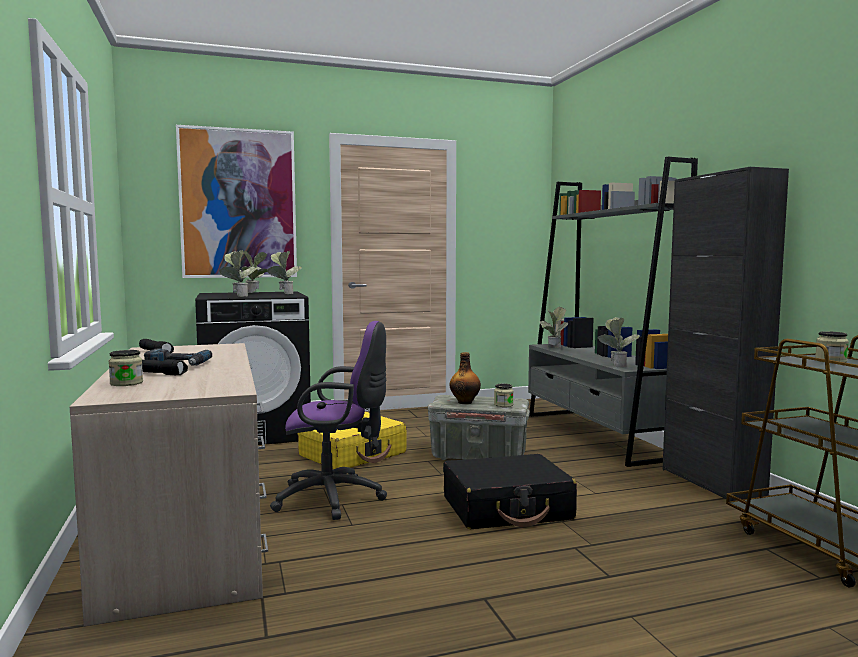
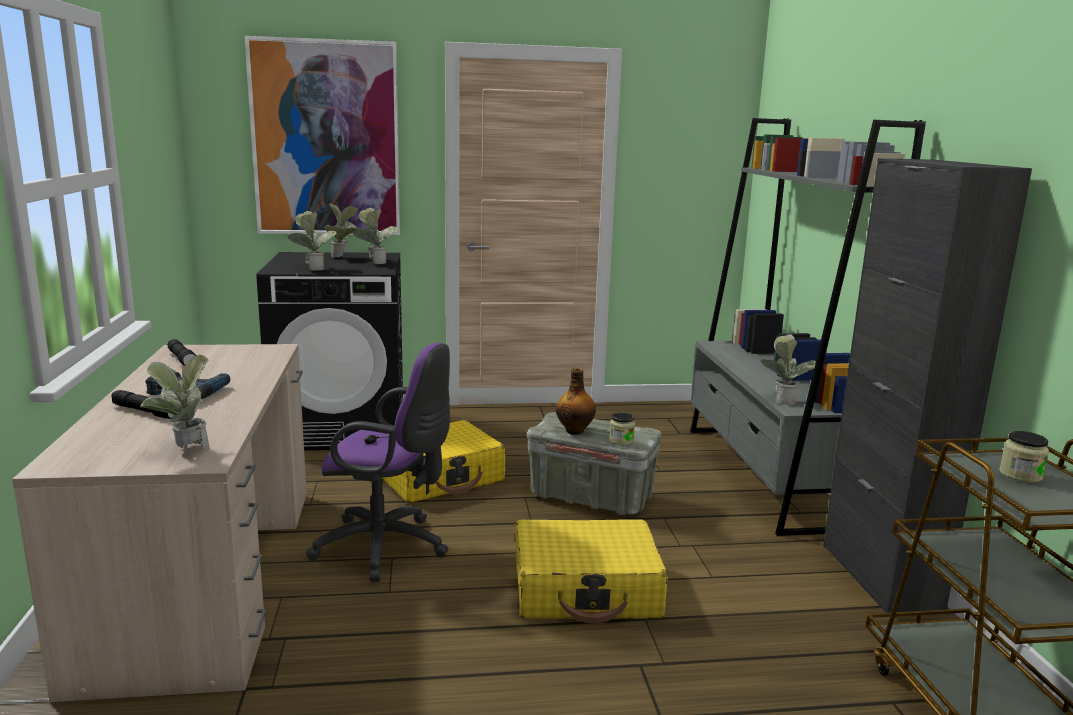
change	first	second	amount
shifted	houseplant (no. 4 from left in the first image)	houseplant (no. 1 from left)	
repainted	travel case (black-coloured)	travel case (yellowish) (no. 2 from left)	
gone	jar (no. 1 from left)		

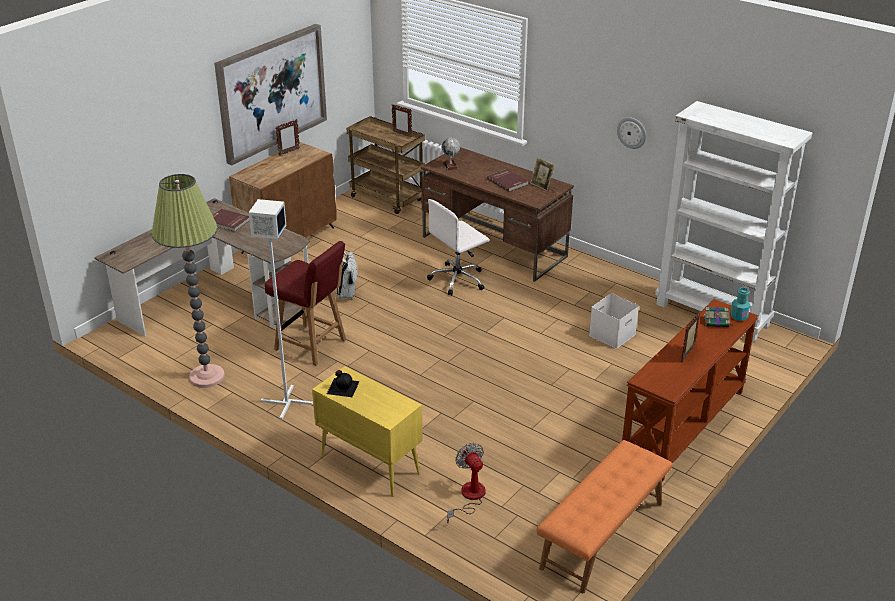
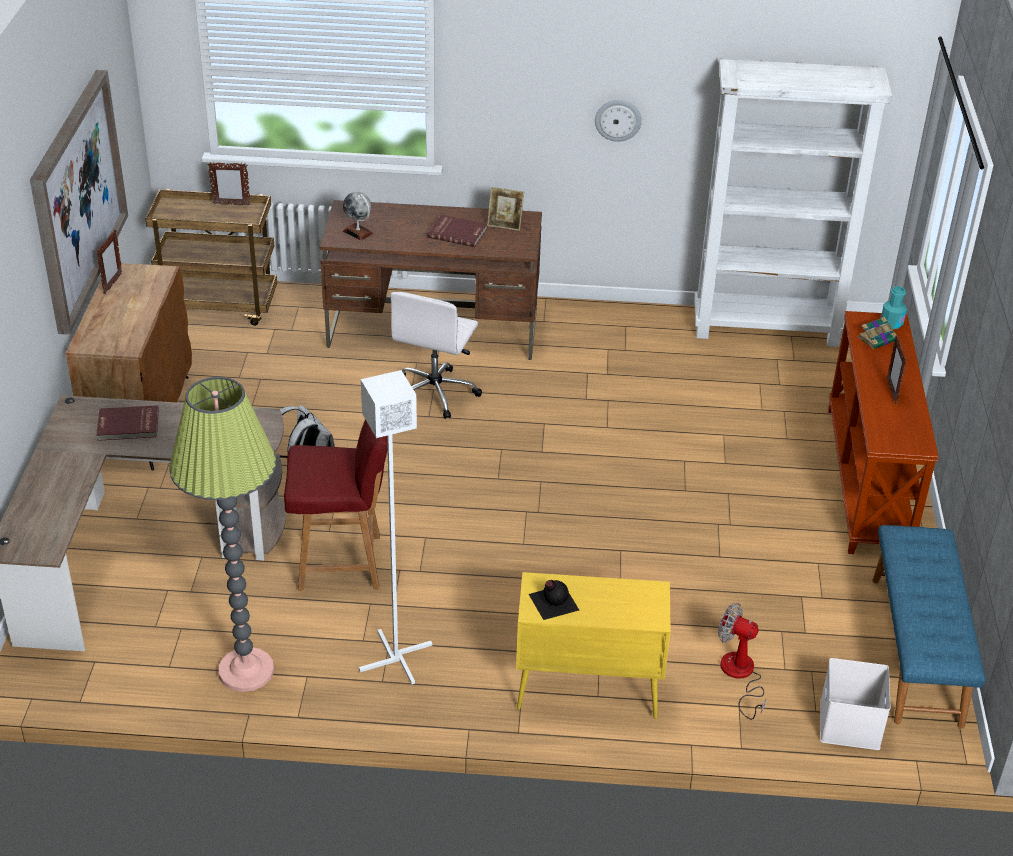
change	first	second	amount
shifted	storage box (white)		
repainted	indoor bench (orange-coloured)	indoor bench (blue)	

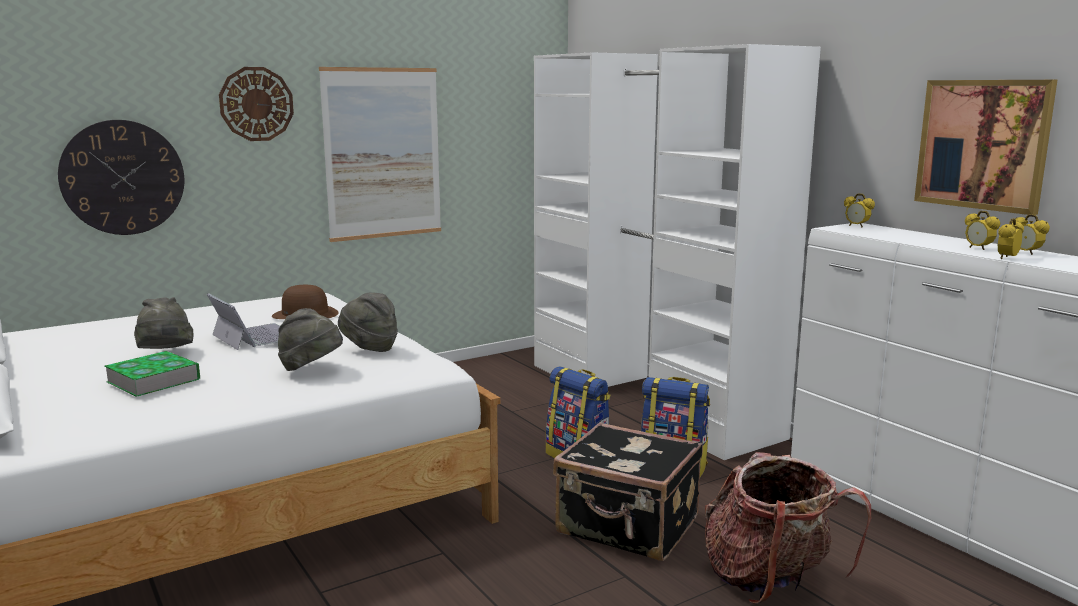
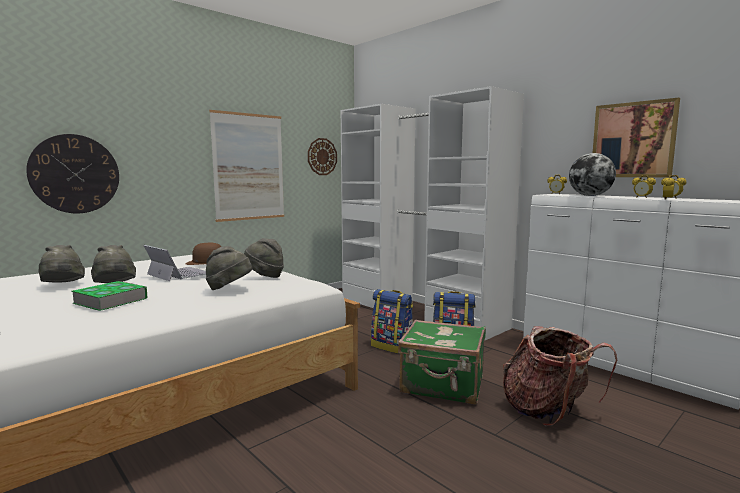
change	first	second	amount
new		wearable hat (grey) (no. 1 from left)	
shifted	hanging clock (no. 2 from left)		
repainted	travel case (black-coloured)	travel case (green)	
new		desk globe	

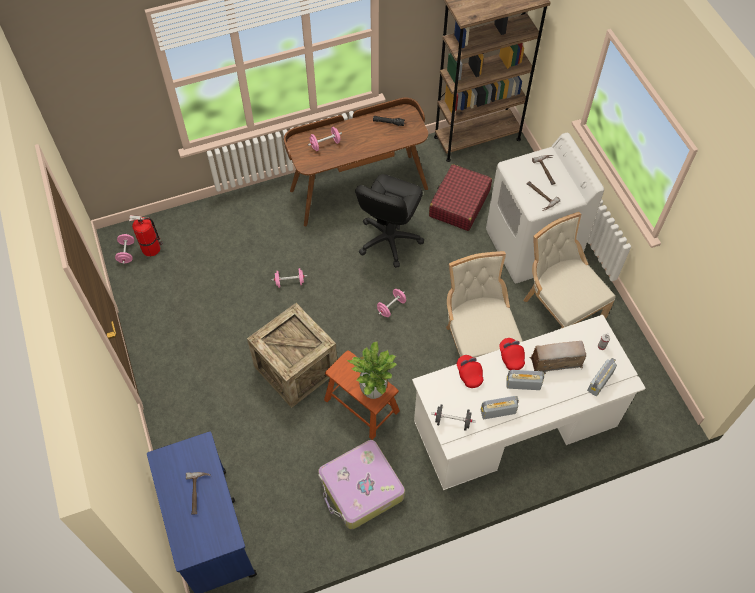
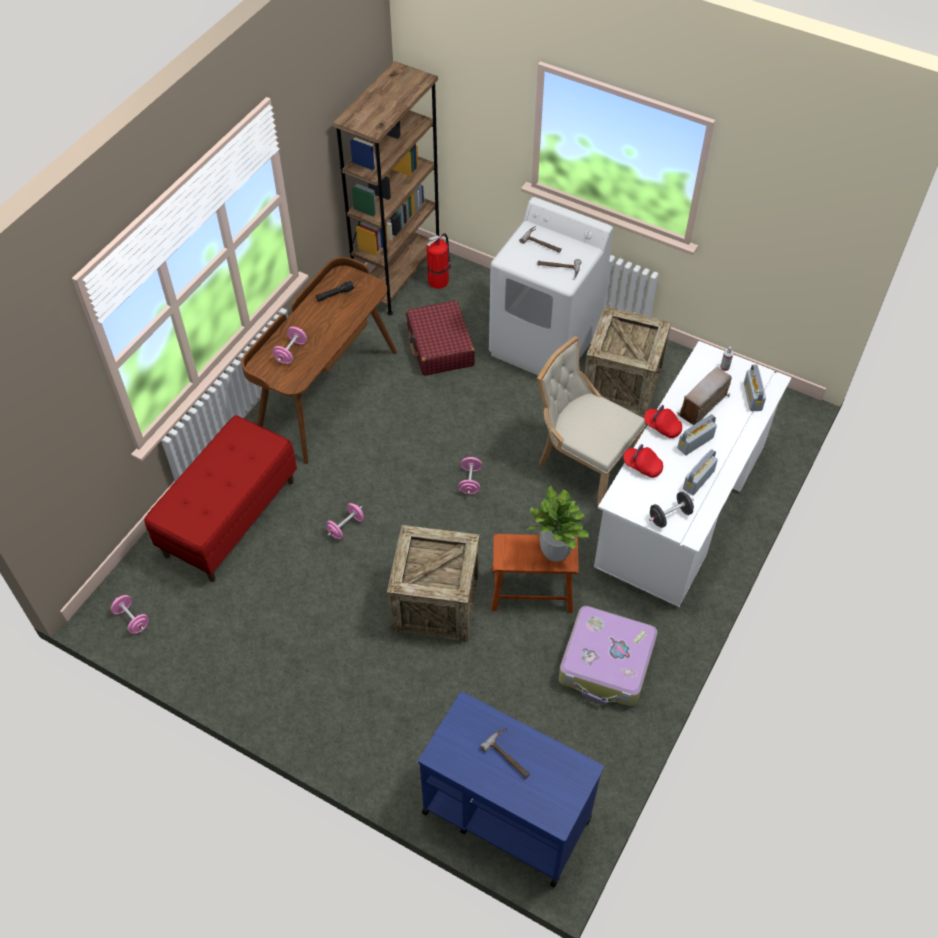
change	first	second	amount
new		indoor bench (red-coloured)	
shifted	fire-fighting cylinder		
swapped	plain chair (sand-coloured) (no. 2 from left)	shipping crate (no. 2 from left)	
gone	office chair (black-coloured)		

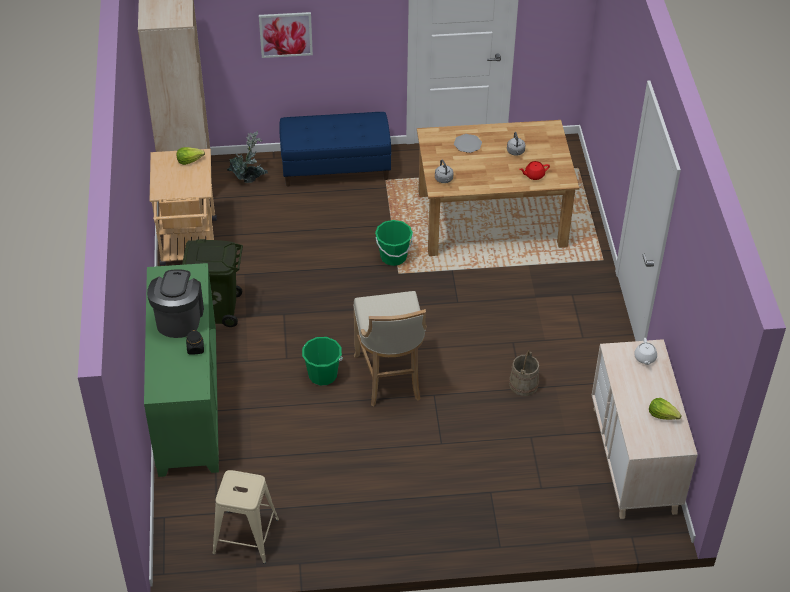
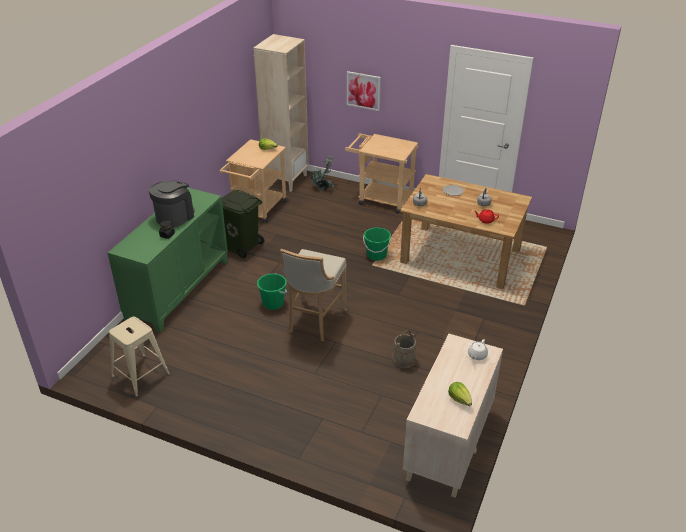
change	first	second	amount
swapped	indoor bench (blue)	cart (sand-coloured) (no. 2 from left)	

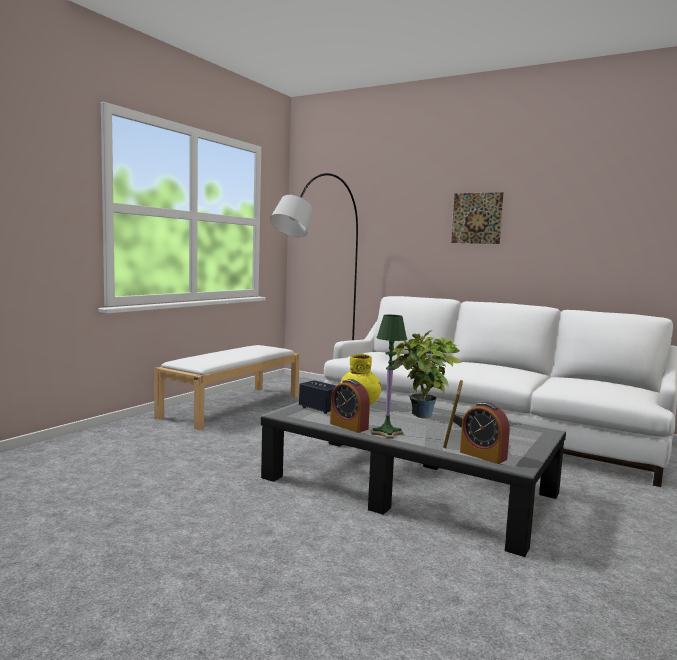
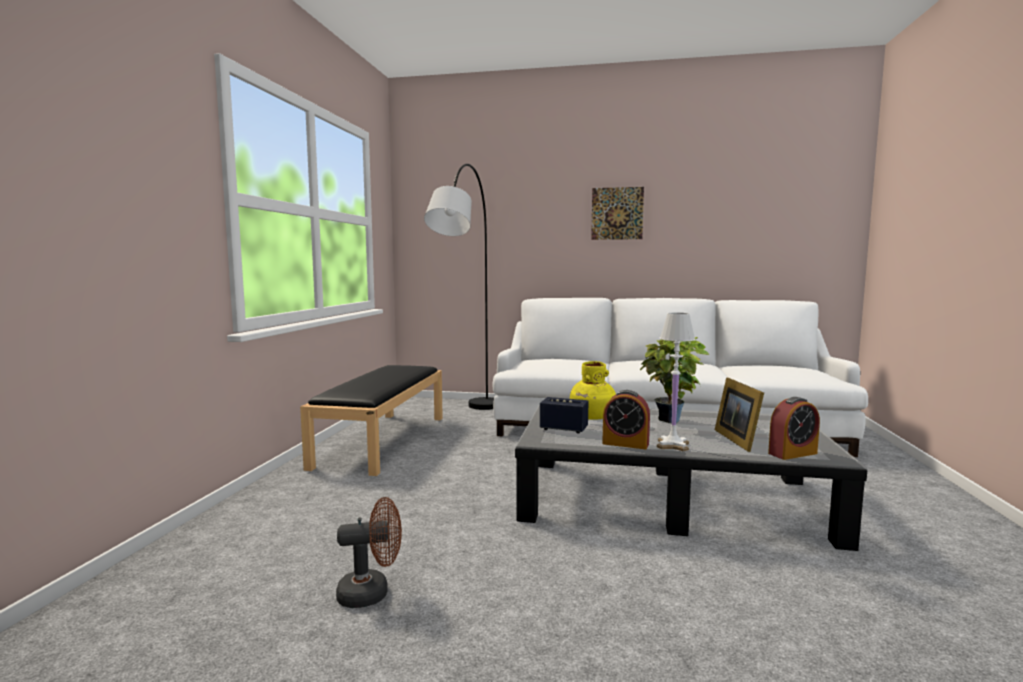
change	first	second	amount
repainted	indoor bench (white)	indoor bench (black-coloured)	
new		fan (brownish)	
repainted	tabletop lamp (green)	tabletop lamp (white)	
rotated	table clock (no. 2 from left)		45 degrees counterclockwise

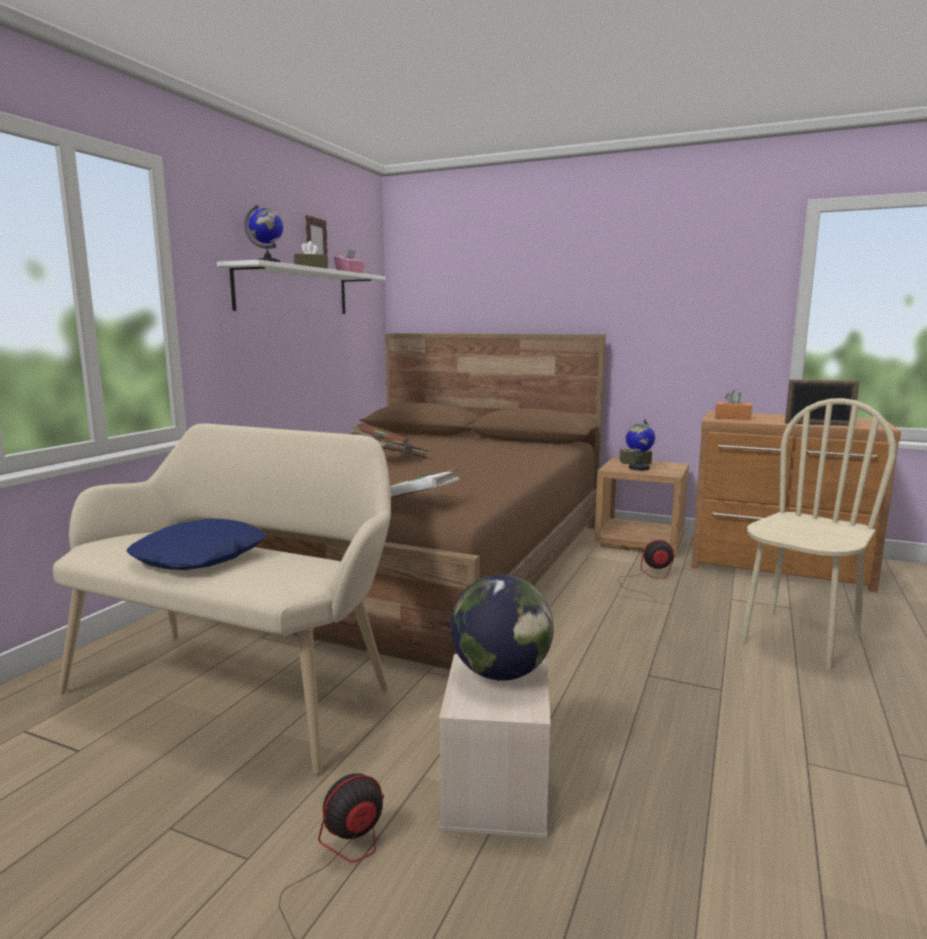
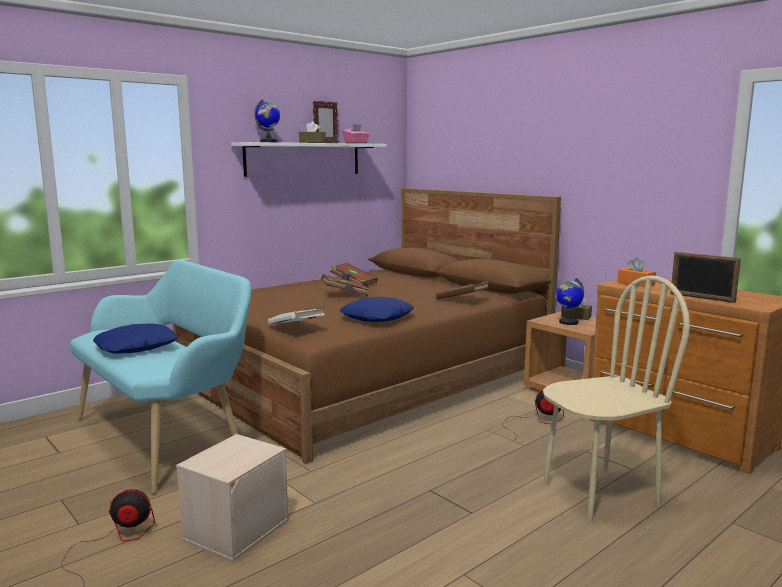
change	first	second	amount
repainted	indoor bench (sand-coloured)	indoor bench (turquoise)	
new		cushion (blue) (no. 2 from left)	
new		volume (brownish) (no. 3 from left)	
gone	desk globe (no. 2 from left)		

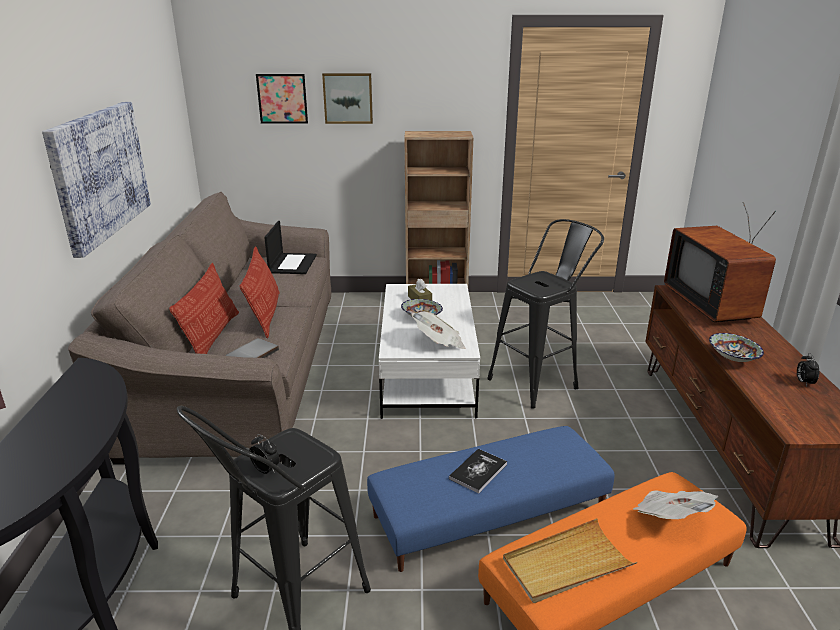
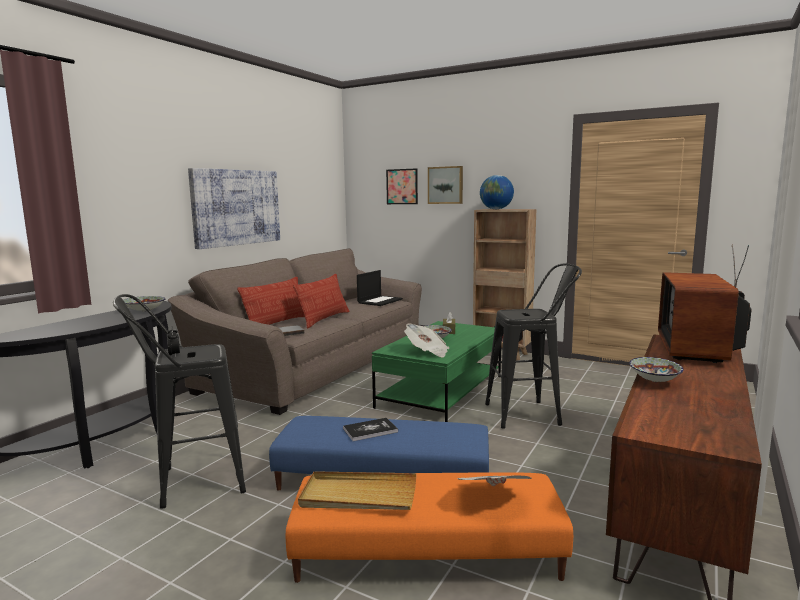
change	first	second	amount
new		deep dish (no. 1 from left)	
repainted	coffee table (white)	coffee table (green)	
new		desk globe	
gone	table clock (no. 2 from left)		

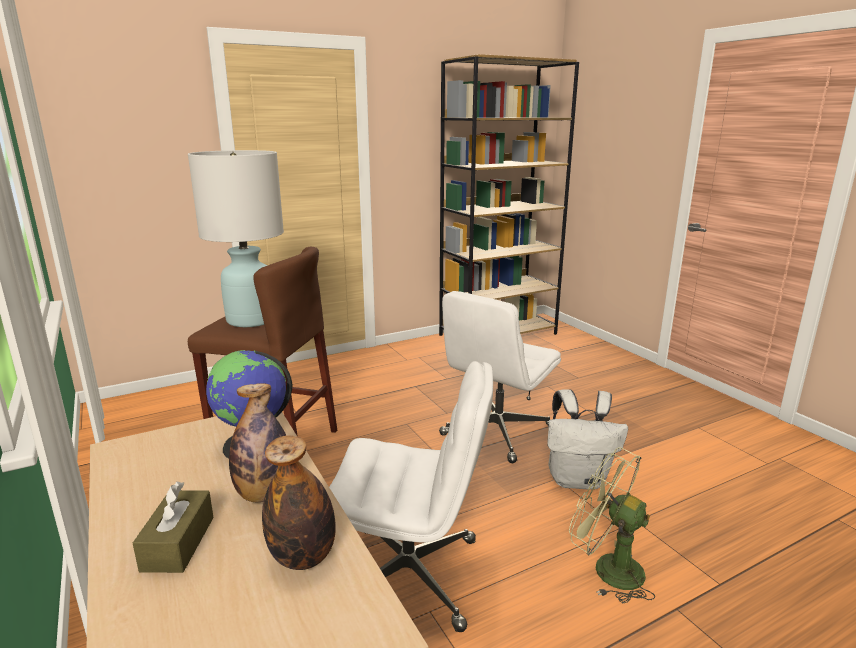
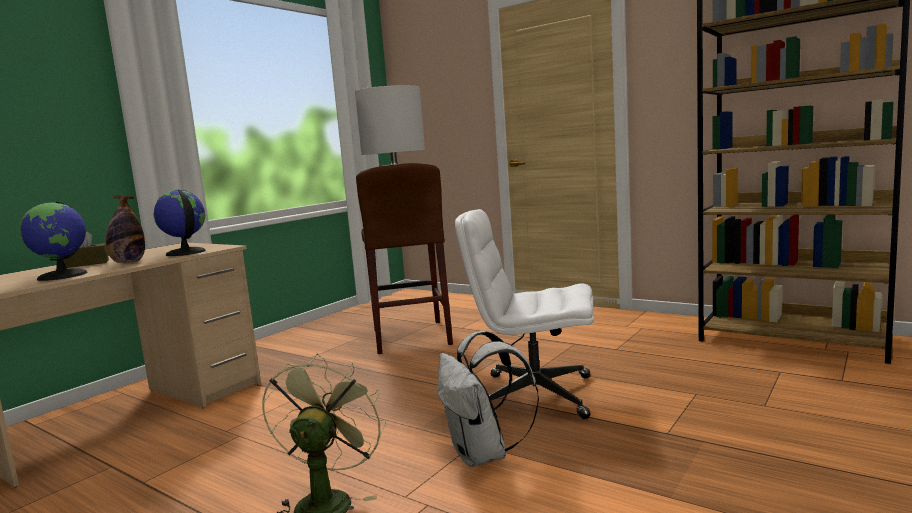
change	first	second	amount
swapped	drink bottle (no. 2 from left)	desk globe (no. 1 from left)	
gone	office chair (white) (no. 1 from left)		

